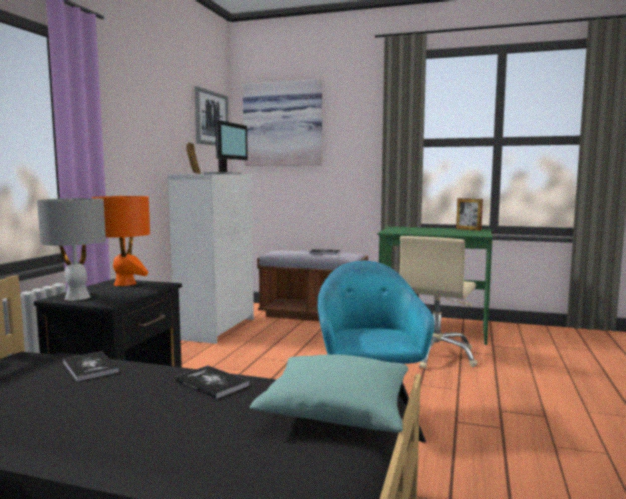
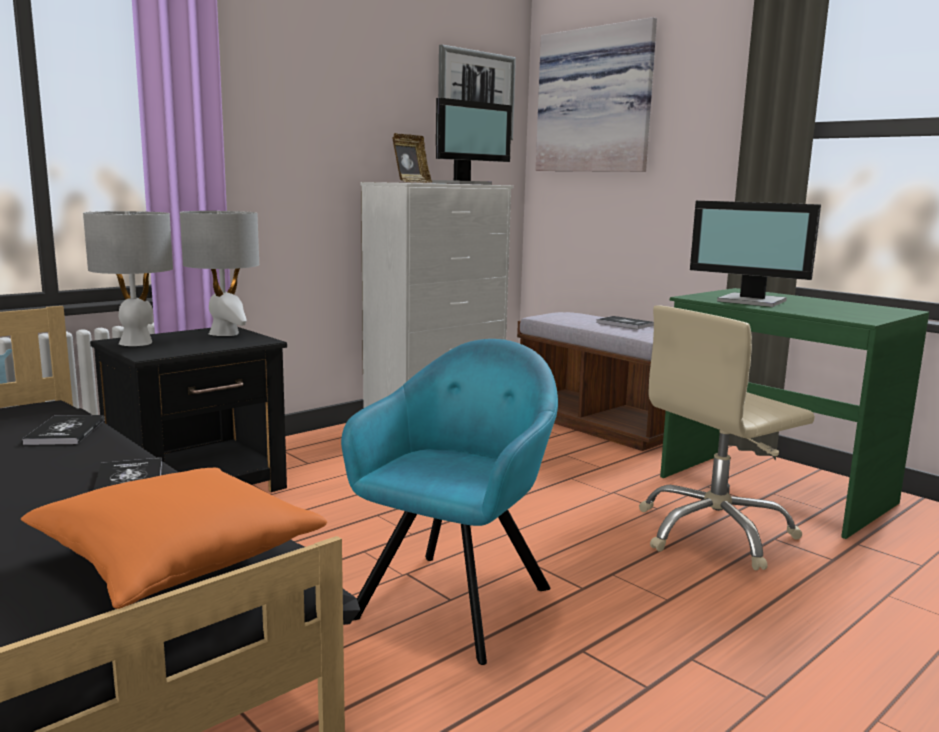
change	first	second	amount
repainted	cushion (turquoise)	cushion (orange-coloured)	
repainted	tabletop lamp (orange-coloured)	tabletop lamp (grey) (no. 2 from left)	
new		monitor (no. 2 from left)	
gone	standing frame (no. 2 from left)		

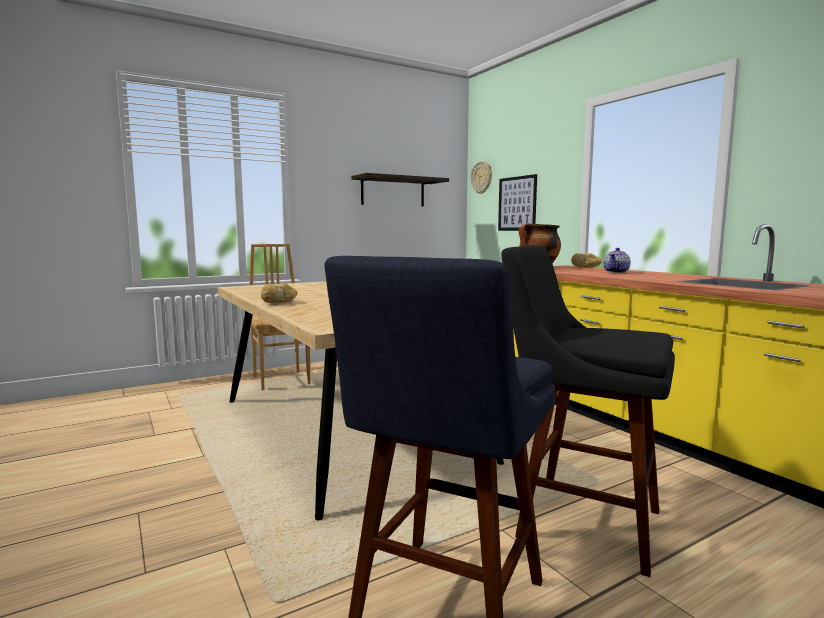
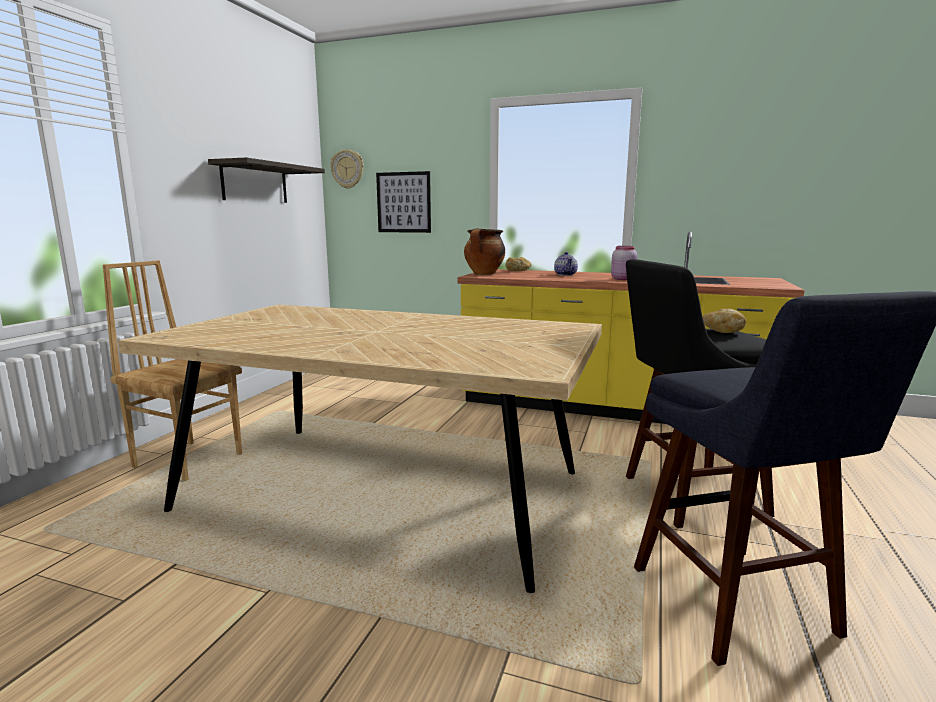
change	first	second	amount
new		jar (pinkish)	
shifted	bakery bread (no. 1 from left in the first image)	bakery bread (no. 2 from left)	

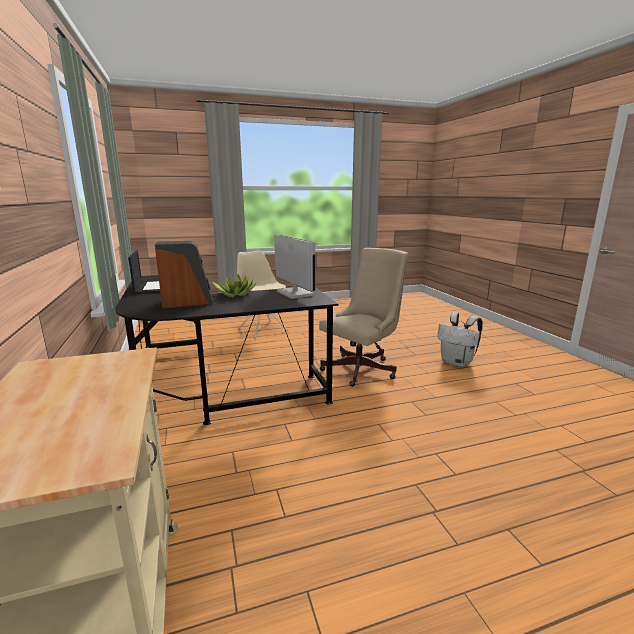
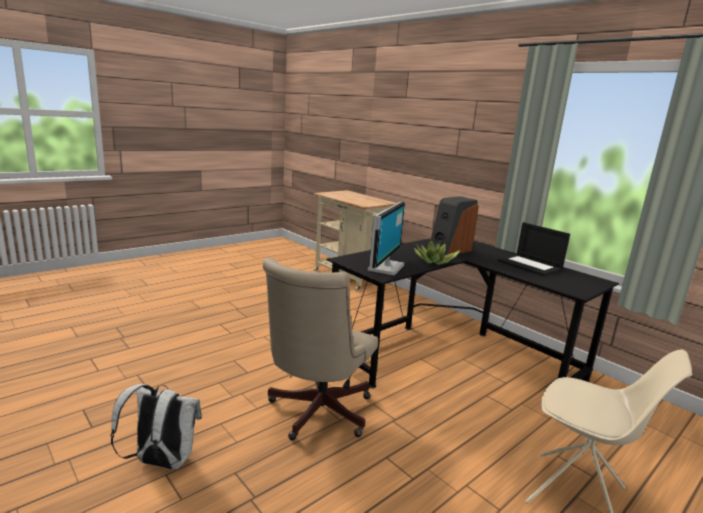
change	first	second	amount
rotated	monitor		105 degrees counterclockwise

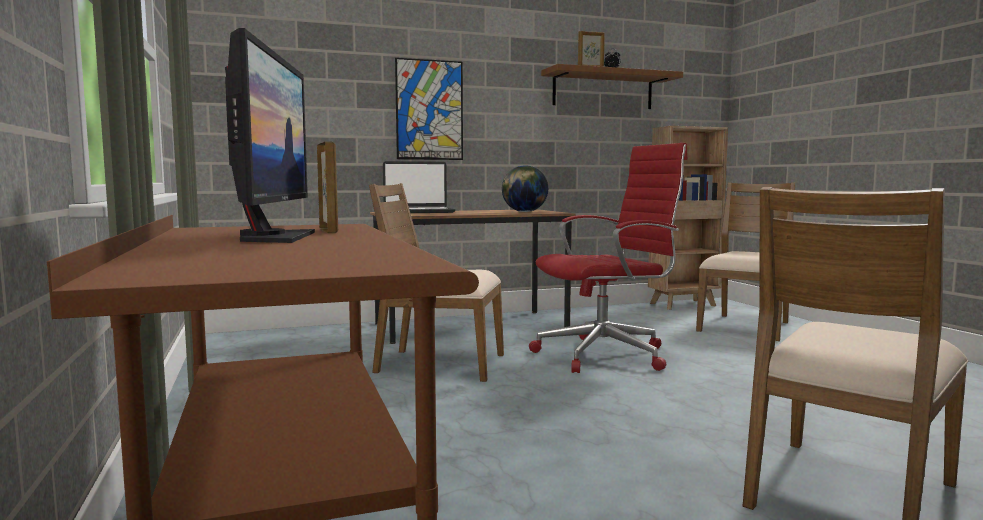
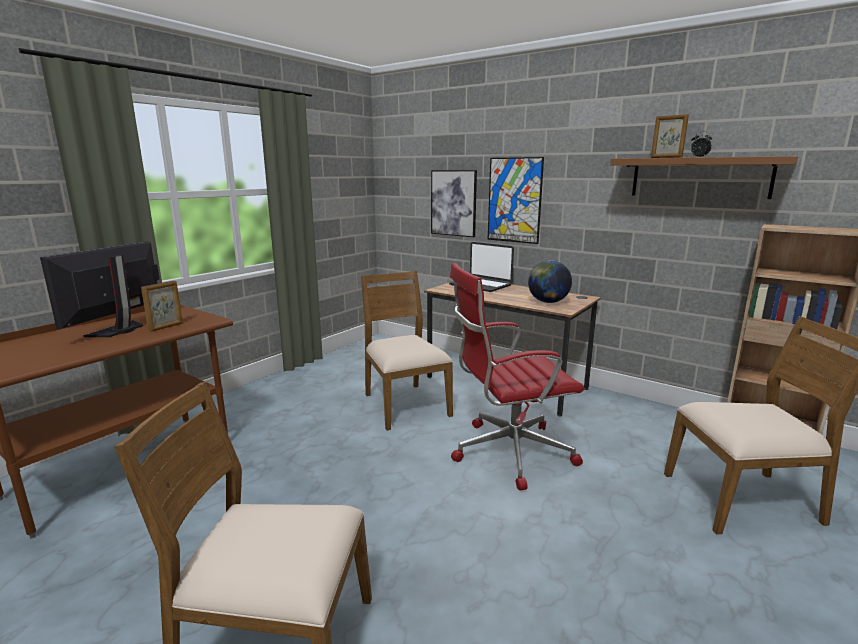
change	first	second	amount
rotated	monitor		150 degrees clockwise
new		wall art (no. 1 from left)	
rotated	office chair (red-coloured)		135 degrees clockwise

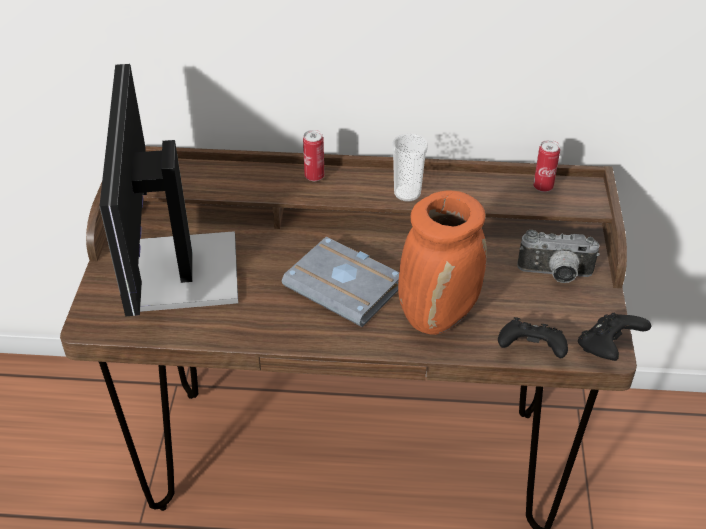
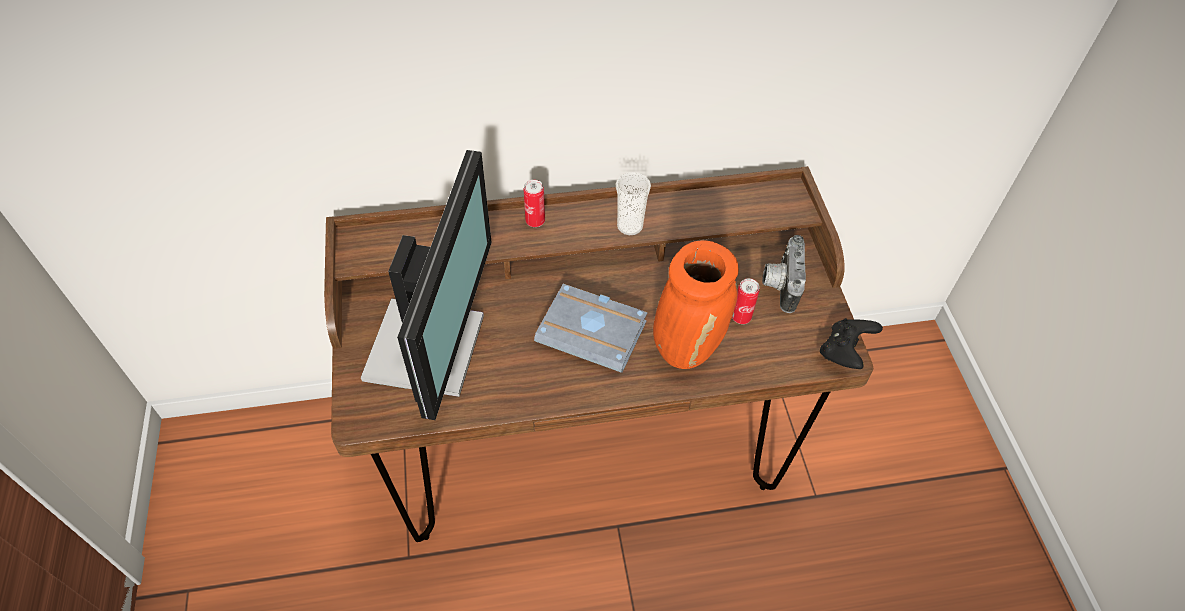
change	first	second	amount
rotated	monitor		150 degrees counterclockwise
shifted	sealed can (no. 2 from left)		
rotated	still camera		105 degrees clockwise
gone	joypad (black-coloured) (no. 1 from left)		

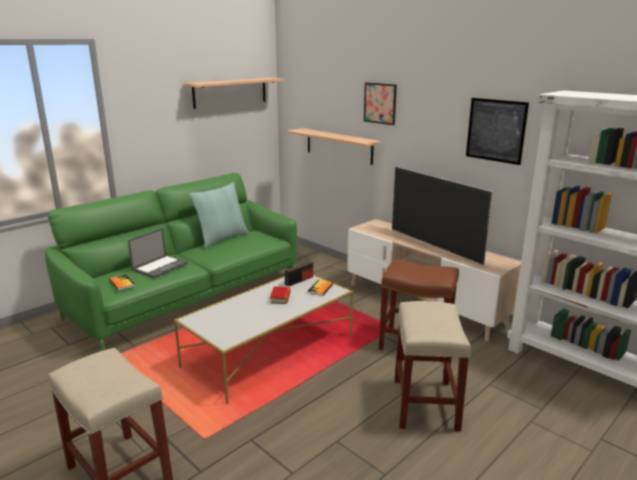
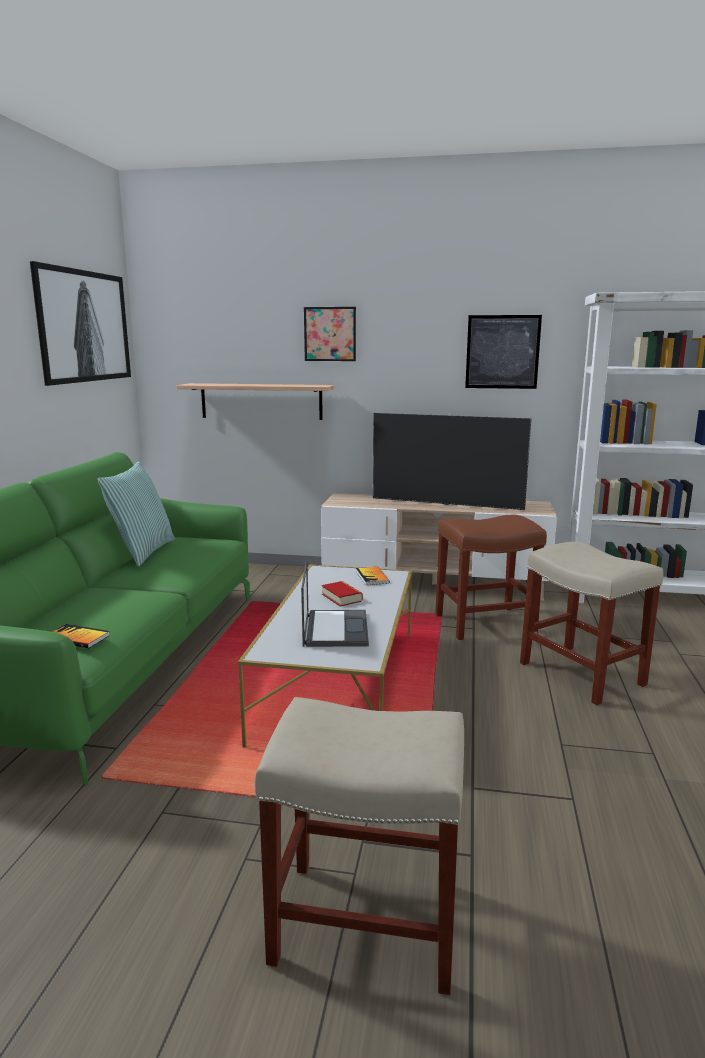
change	first	second	amount
swapped	bracket shelf (no. 1 from left)	wall art (no. 1 from left)	
shifted	portable computer		
gone	radio set		

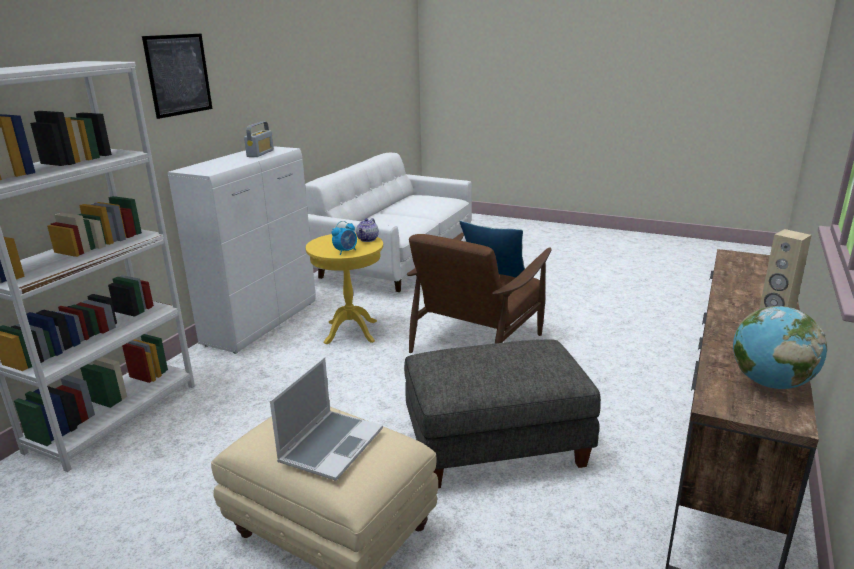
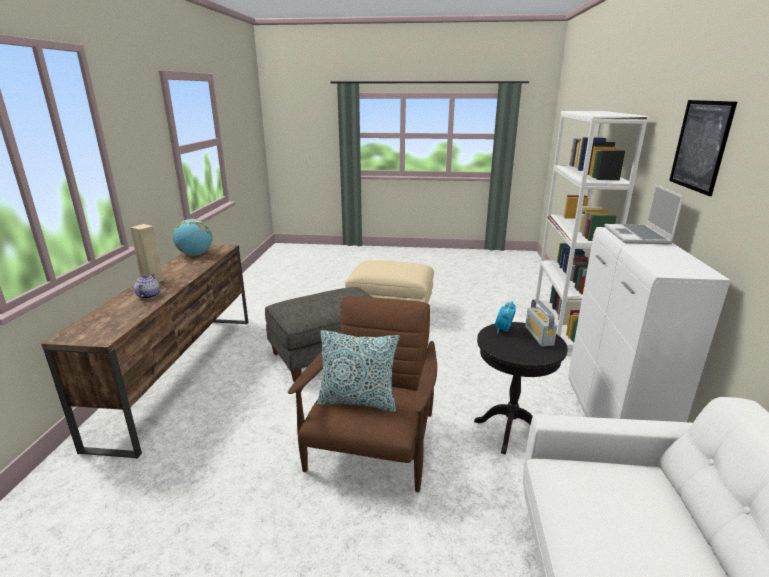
change	first	second	amount
shifted	teapot		
repainted	accent table (yellowish)	accent table (black-coloured)	
shifted	radio set		
shifted	portable computer		

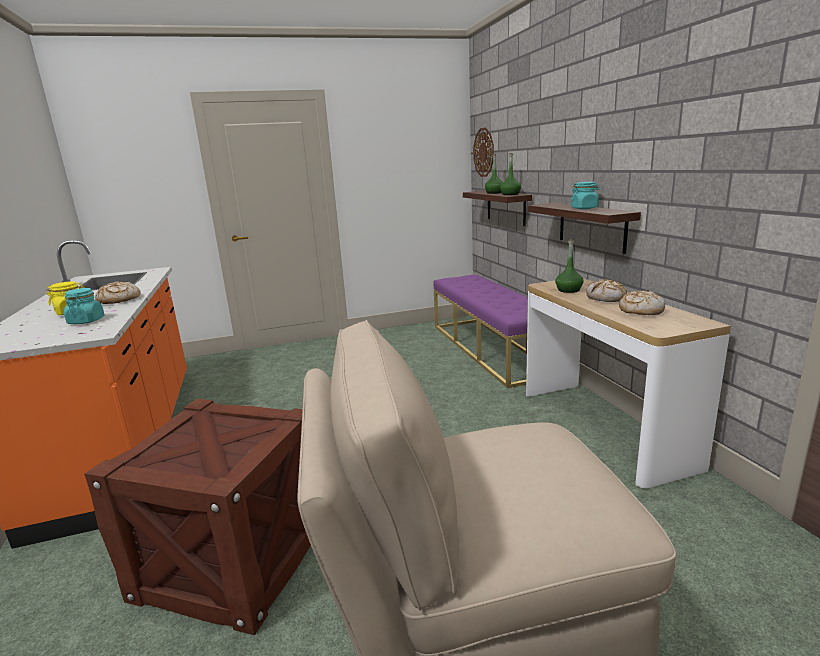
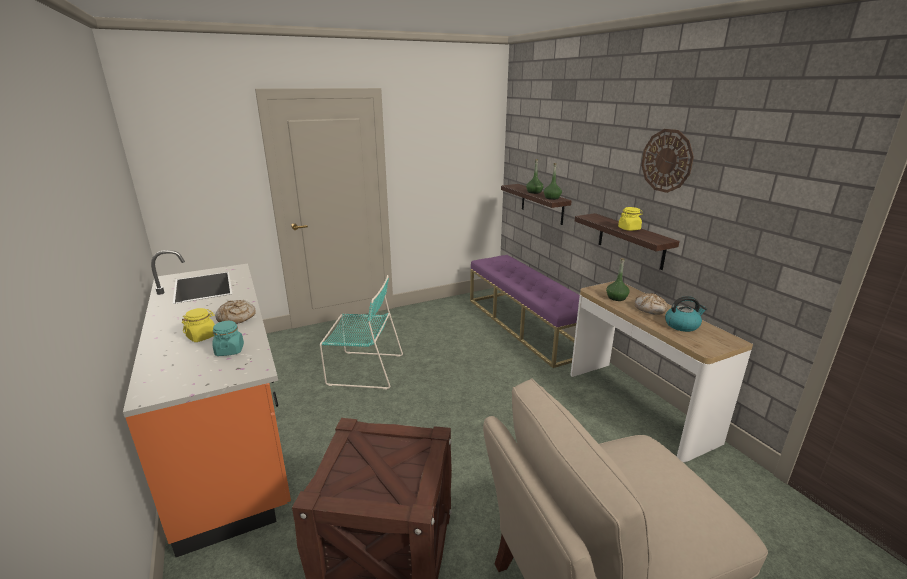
change	first	second	amount
new		plain chair (turquoise)	
repainted	jar (turquoise) (no. 2 from left)	jar (yellowish) (no. 2 from left)	
shifted	hanging clock		
swapped	bakery bread (no. 3 from left)	water kettle	

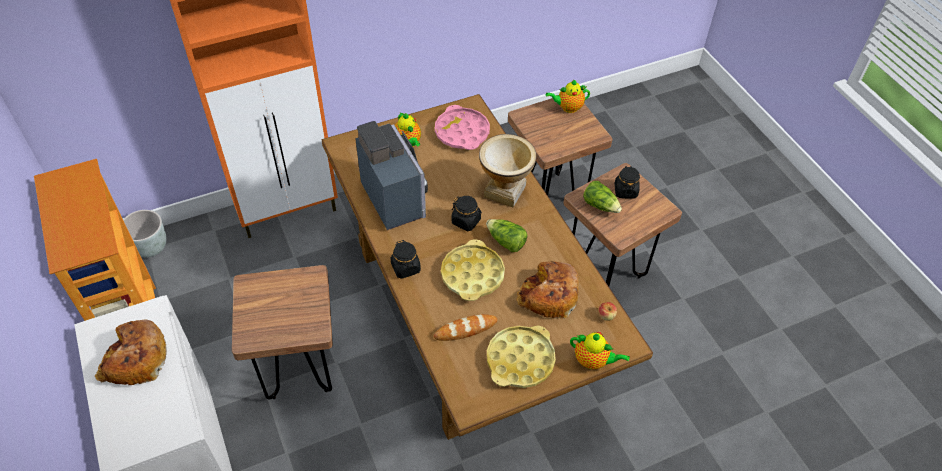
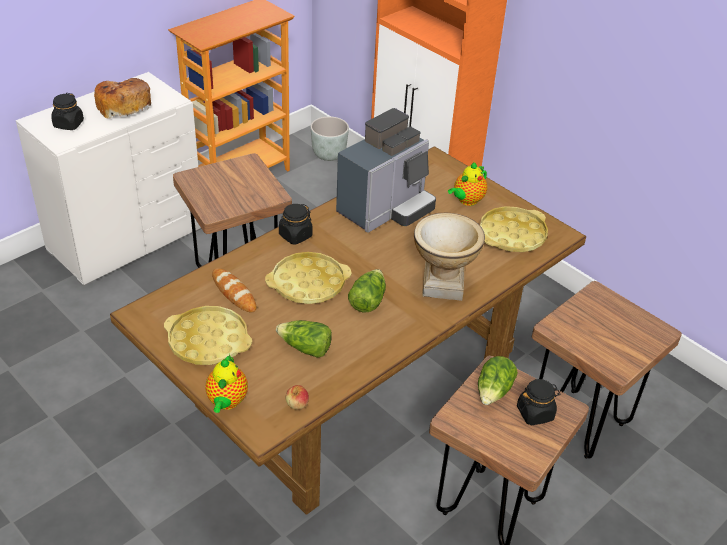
change	first	second	amount
shifted	jar (black-coloured) (no. 2 from left in the first image)	jar (black-coloured) (no. 1 from left)	
swapped	bakery bread (no. 3 from left)	head of lettuce (no. 1 from left)	
repainted	tray (pinkish)	tray (yellowish) (no. 3 from left)	
gone	teapot (no. 2 from left)		

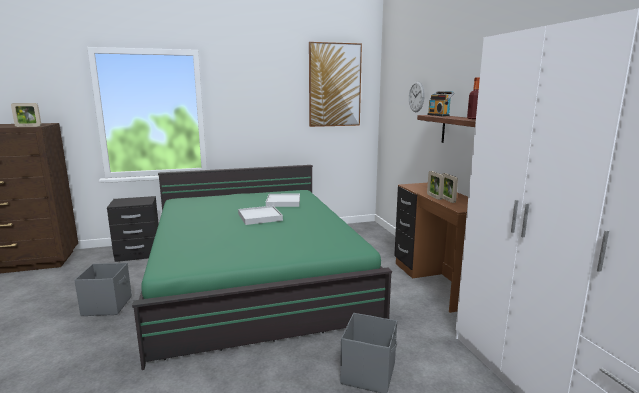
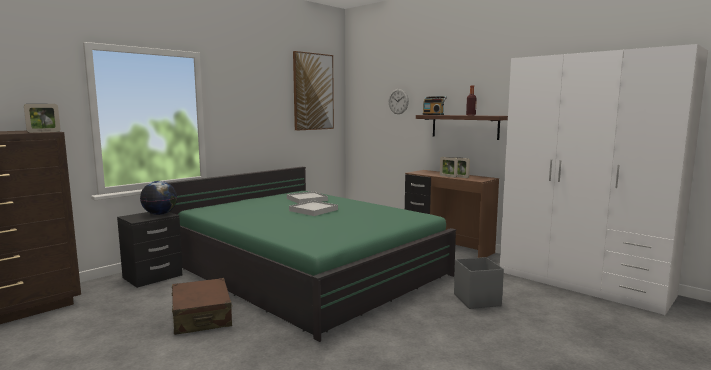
change	first	second	amount
new		desk globe	
swapped	storage box (grey) (no. 1 from left)	travel case (brownish)	

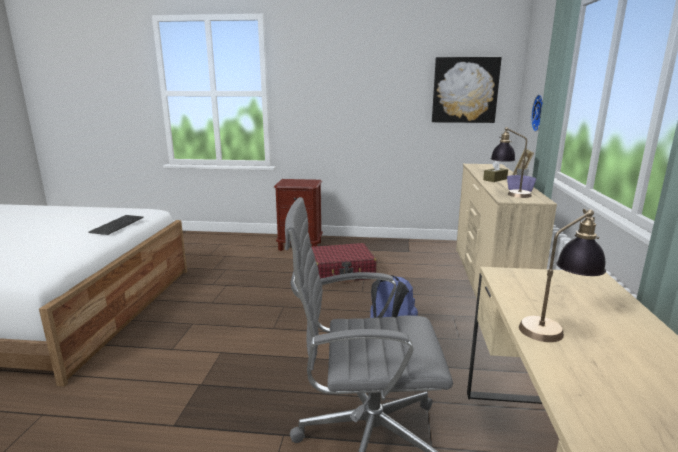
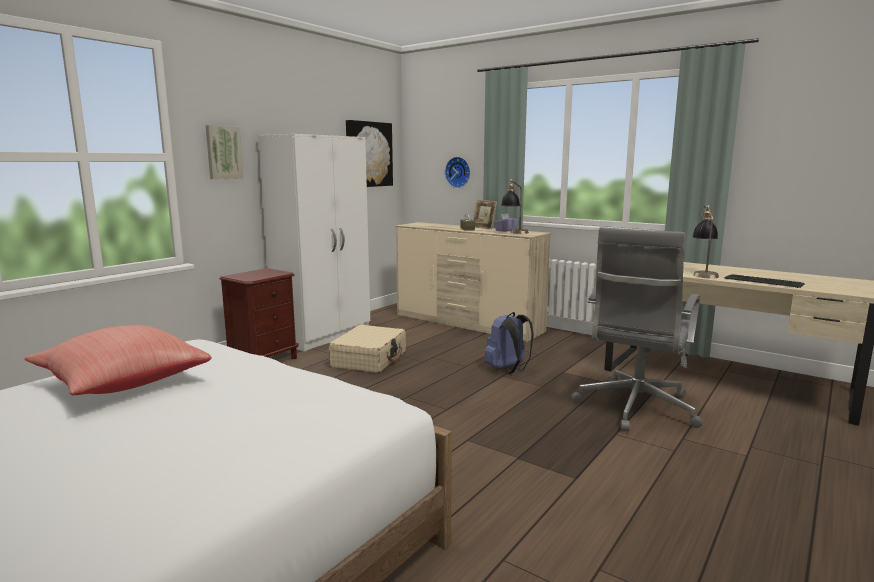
change	first	second	amount
new		cushion (red-coloured)	
new		wall art (no. 1 from left)	
new		armoire (white)	
repainted	travel case (red-coloured)	travel case (sand-coloured)	
shifted	PC keyboard		

